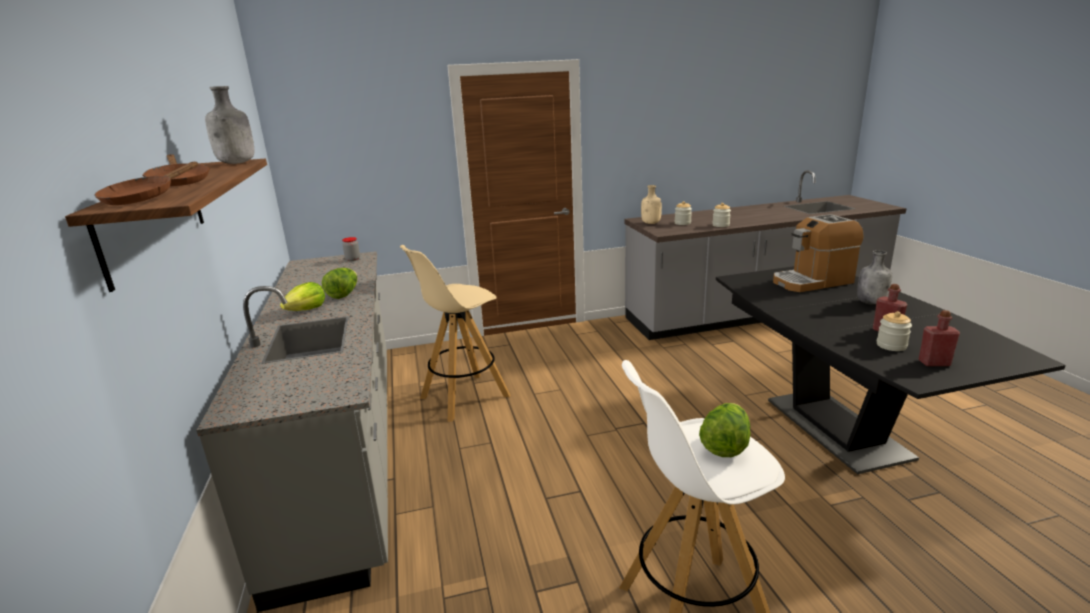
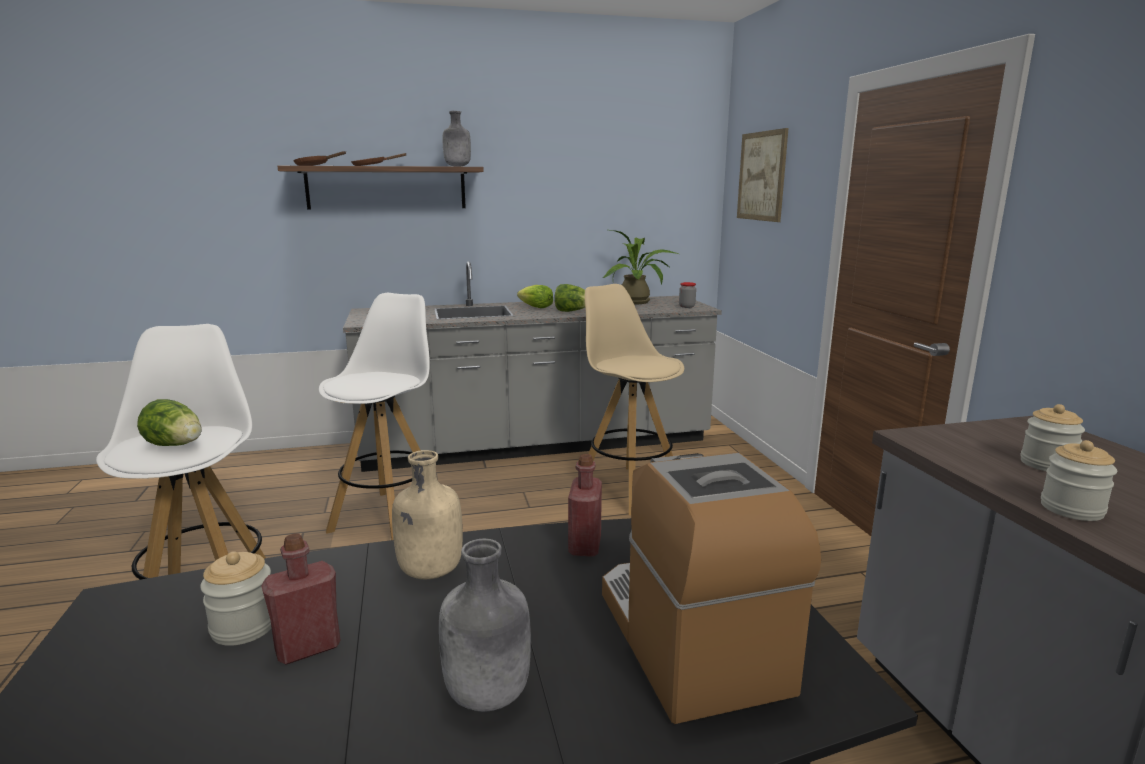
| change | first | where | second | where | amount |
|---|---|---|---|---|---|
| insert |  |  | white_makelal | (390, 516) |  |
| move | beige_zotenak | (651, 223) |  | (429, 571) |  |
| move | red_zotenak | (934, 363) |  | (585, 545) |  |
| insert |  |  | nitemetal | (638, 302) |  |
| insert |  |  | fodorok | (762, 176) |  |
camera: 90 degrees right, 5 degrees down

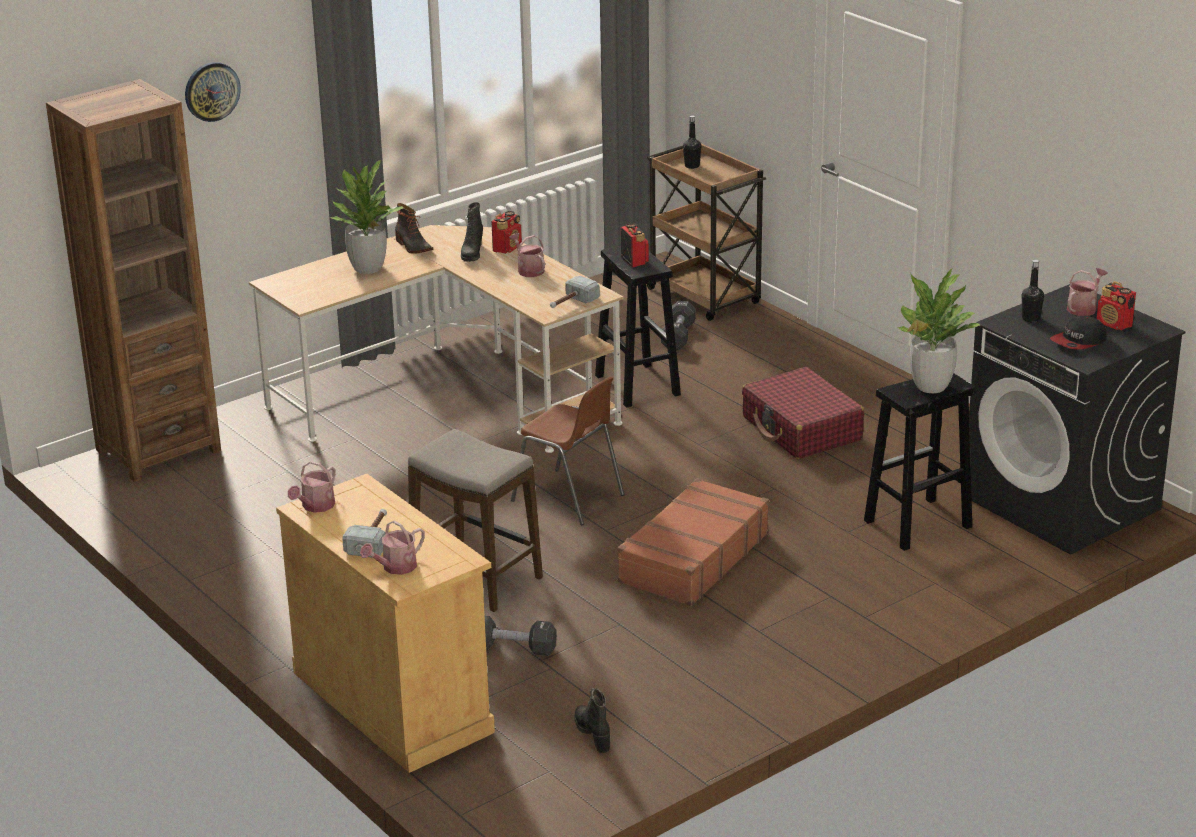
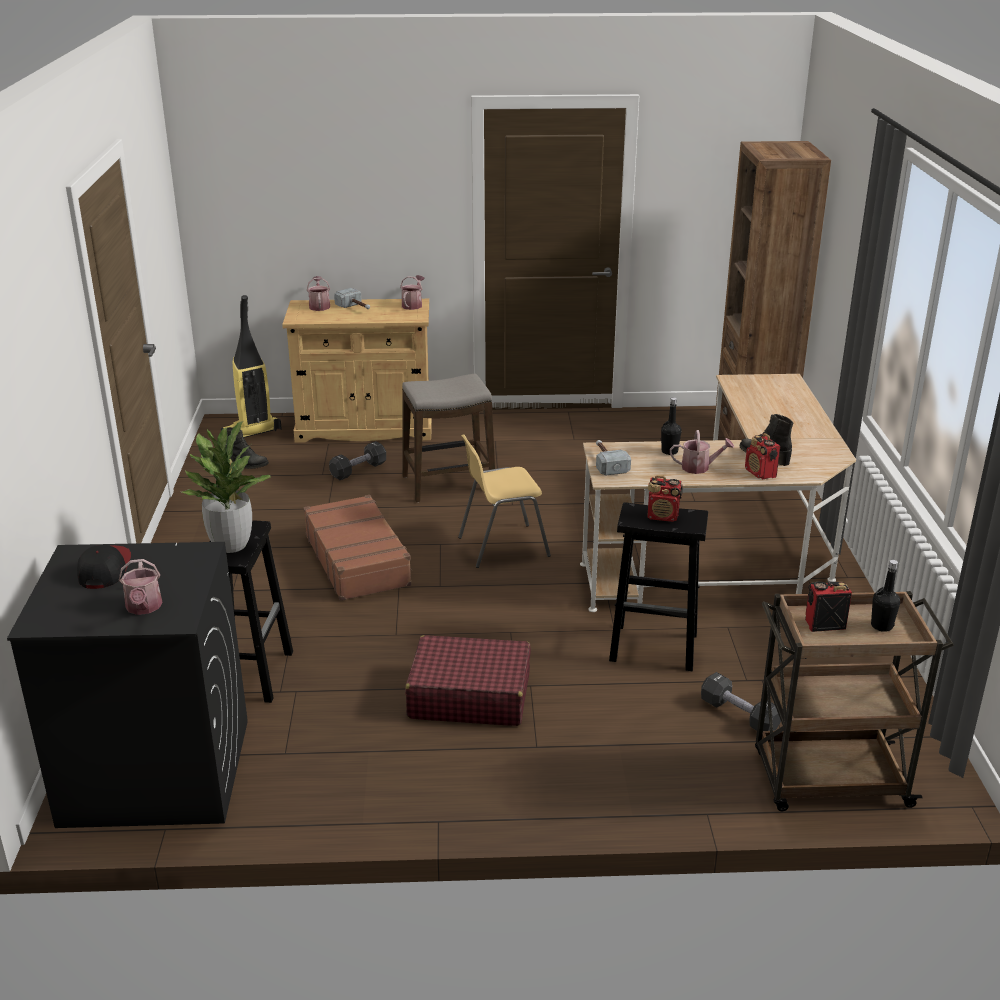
| change | first | where | second | where | amount |
|---|---|---|---|---|---|
| insert |  |  | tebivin | (252, 432) |  |
| rotate | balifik | (315, 506) |  | (413, 305) | 45 degrees clockwise |
| recolor | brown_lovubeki | (569, 498) | yellow_lovubeki | (502, 546) |  |
| move | black_zotenak | (1030, 319) |  | (669, 451) |  |
| move | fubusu | (1114, 324) |  | (823, 624) |  |
| delete | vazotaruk | (211, 91) |  |  |  |
| delete | nitemetal | (368, 268) |  |  |  |
| delete | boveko | (412, 246) |  |  |  |
camera: 125 degrees right, 0 degrees up

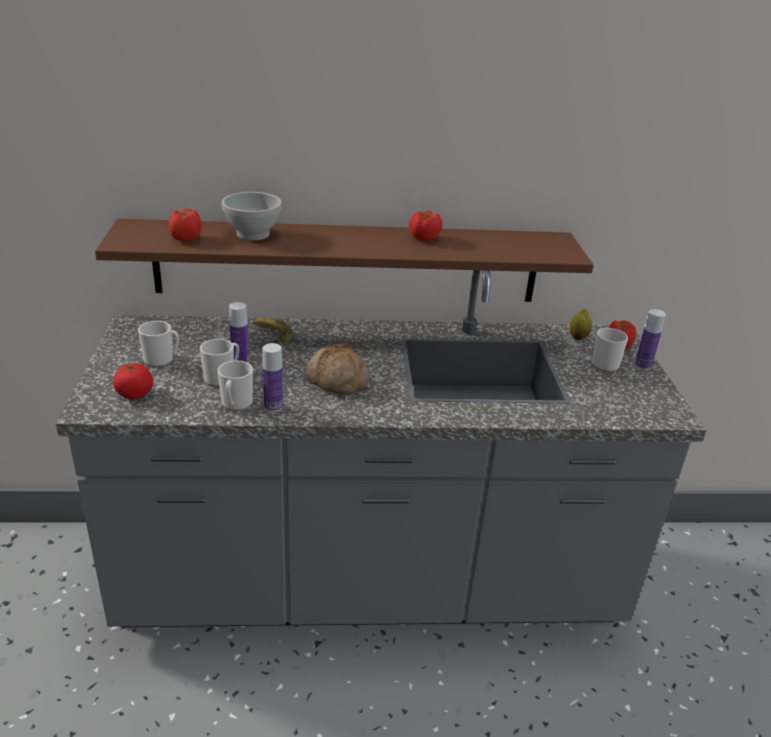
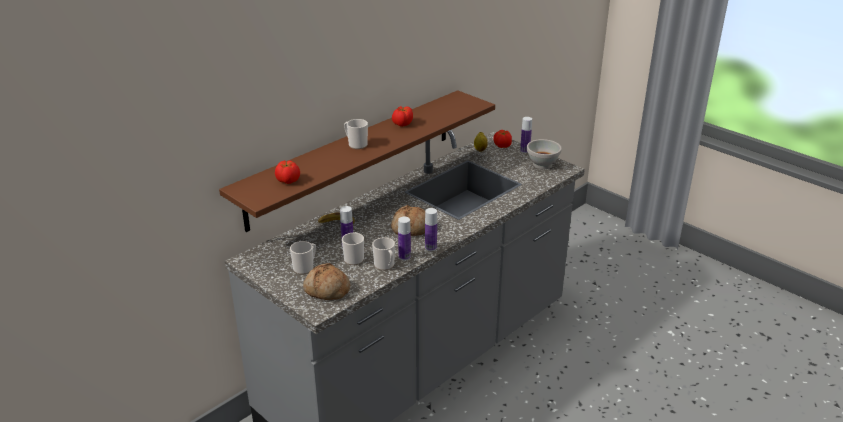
| change | first | where | second | where | amount |
|---|---|---|---|---|---|
| replace | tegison | (135, 394) | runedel | (326, 290) |  |
| move | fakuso | (603, 363) |  | (356, 144) |  |
| insert |  |  | zotenak | (430, 247) |  |
| move | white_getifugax | (254, 234) |  | (543, 164) |  |
camera: 40 degrees left, 0 degrees up

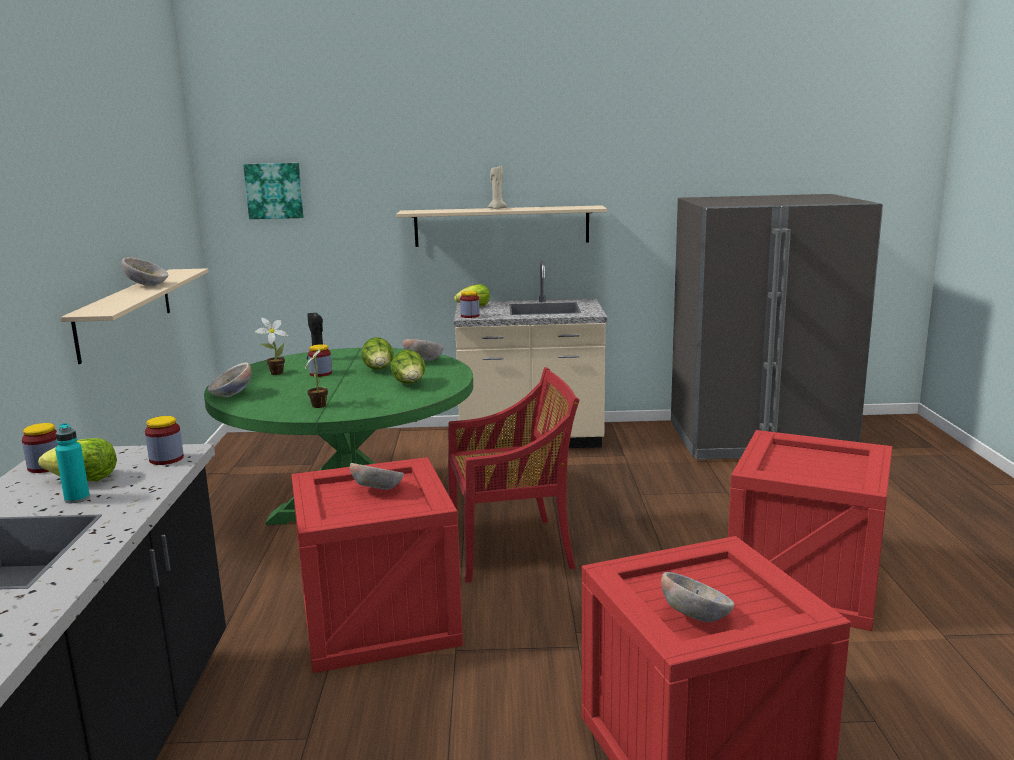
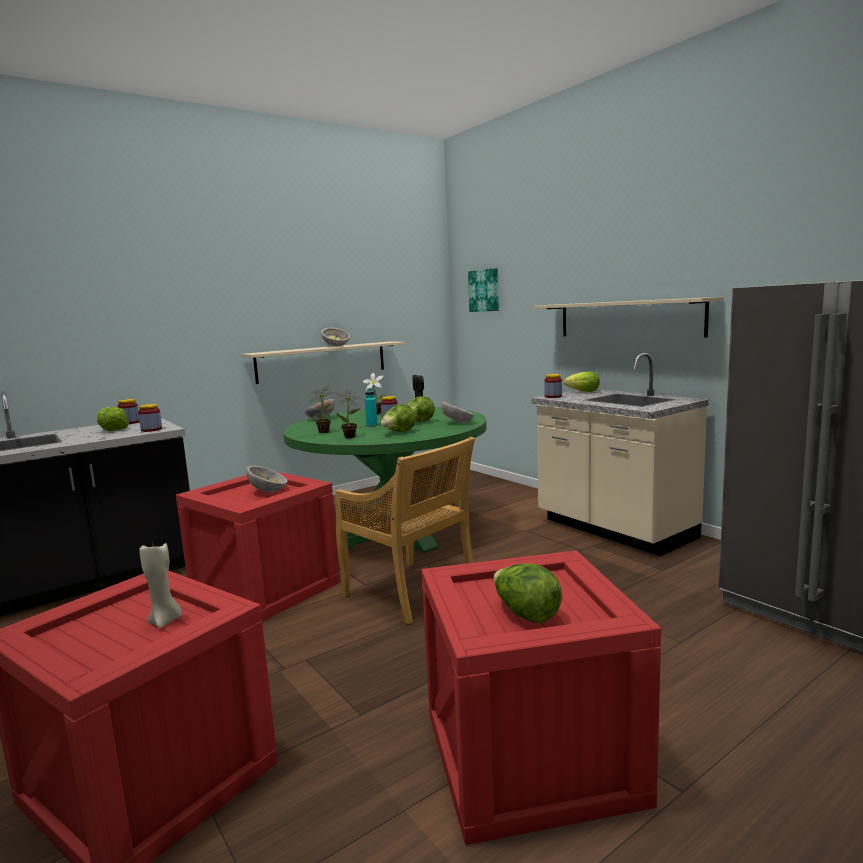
| change | first | where | second | where | amount |
|---|---|---|---|---|---|
| move | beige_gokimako | (497, 208) |  | (165, 621) |  |
| insert |  |  | nitemetal | (351, 437) |  |
| recolor | red_lovubeki | (512, 549) | beige_lovubeki | (411, 591) |  |
| move | turquoise_zotenak | (77, 498) |  | (372, 425) |  |
| insert |  |  | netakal | (525, 614) |  |
| delete | getifugax | (695, 617) |  |  |  |
camera: 55 degrees right, 5 degrees down

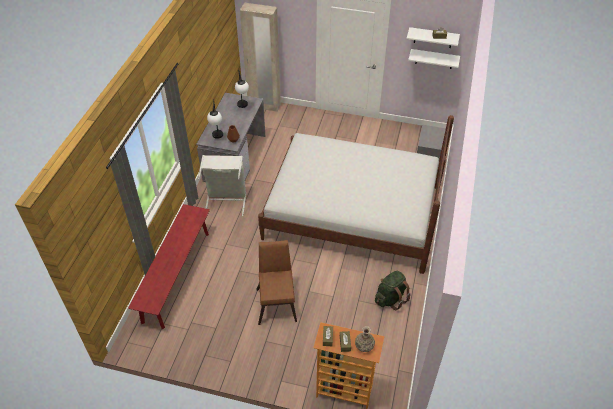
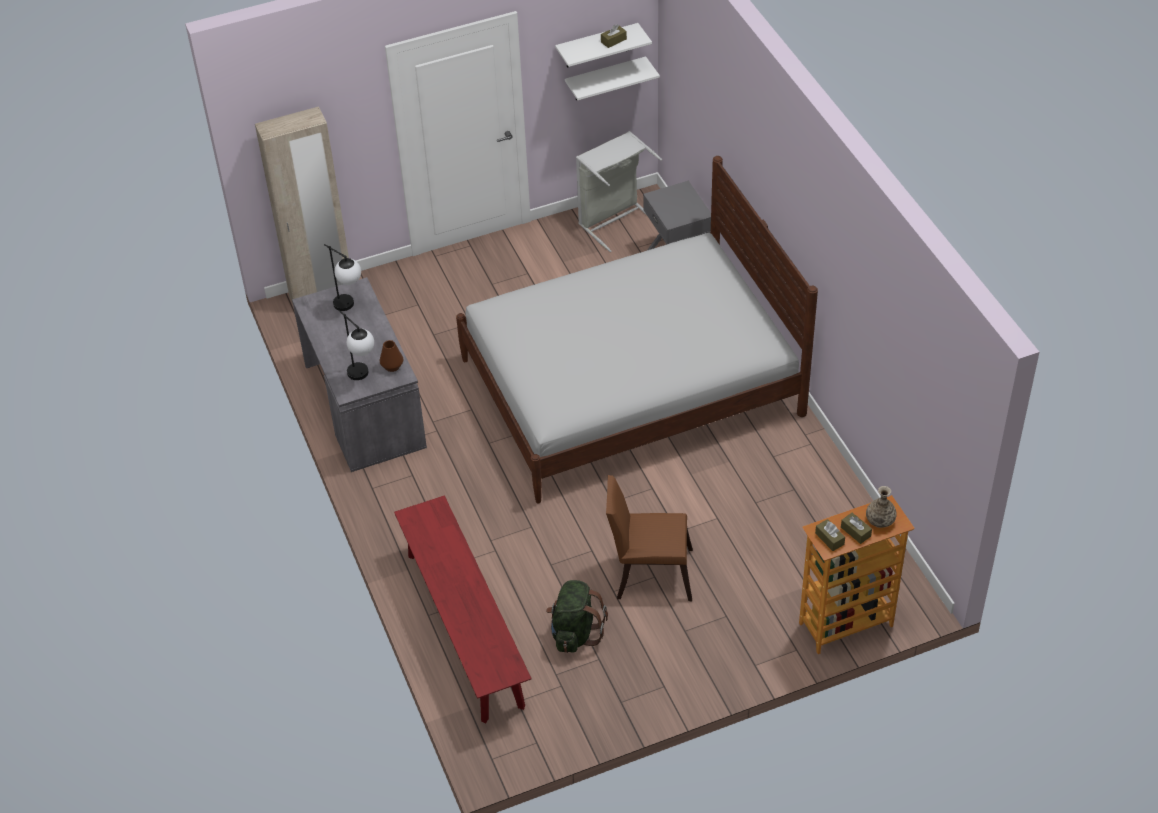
| change | first | where | second | where | amount |
|---|---|---|---|---|---|
| move | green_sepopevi | (390, 298) |  | (575, 632) |  |
| move | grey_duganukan | (226, 200) |  | (615, 221) |  |
| rotate | brown_lovubeki | (277, 302) |  | (648, 572) | 45 degrees counterclockwise |
camera: 35 degrees left, 0 degrees up

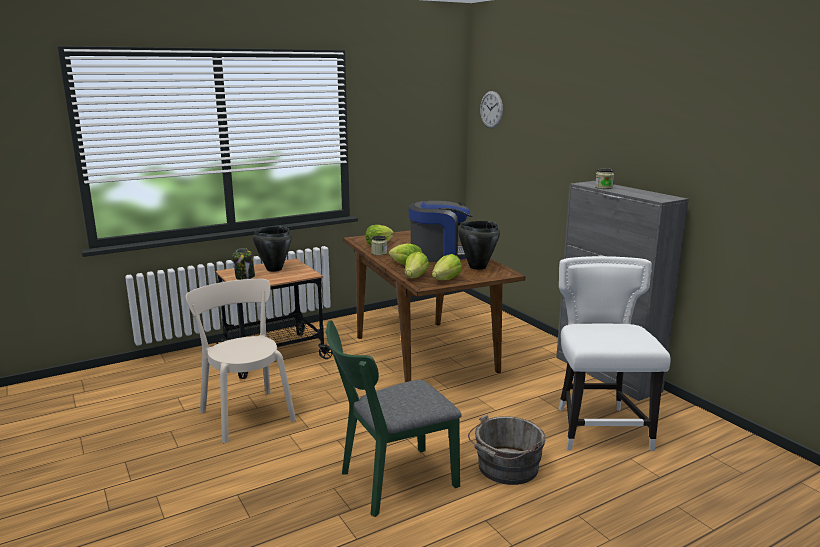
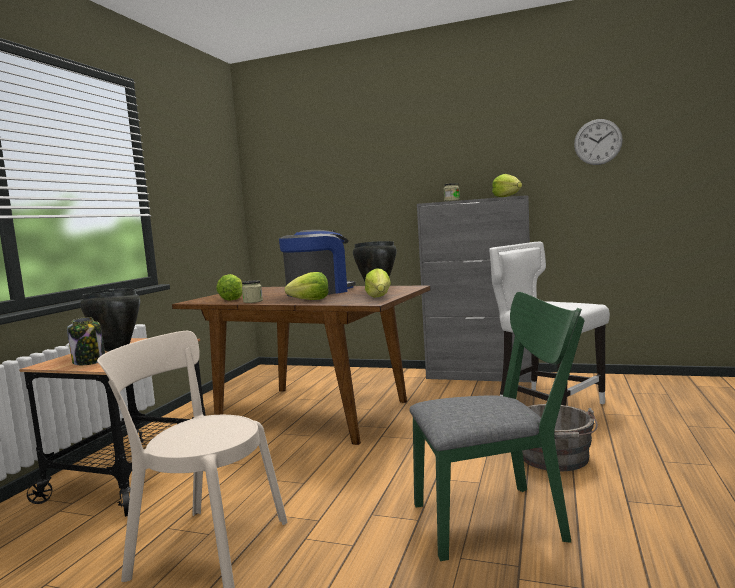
| change | first | where | second | where | amount |
|---|---|---|---|---|---|
| rotate | green_lovubeki | (391, 482) |  | (499, 519) | 120 degrees counterclockwise |
| move | netakal | (415, 277) |  | (507, 196) |  |
| move | vazotaruk | (491, 109) |  | (598, 142) |  |
camera: 40 degrees left, 10 degrees down

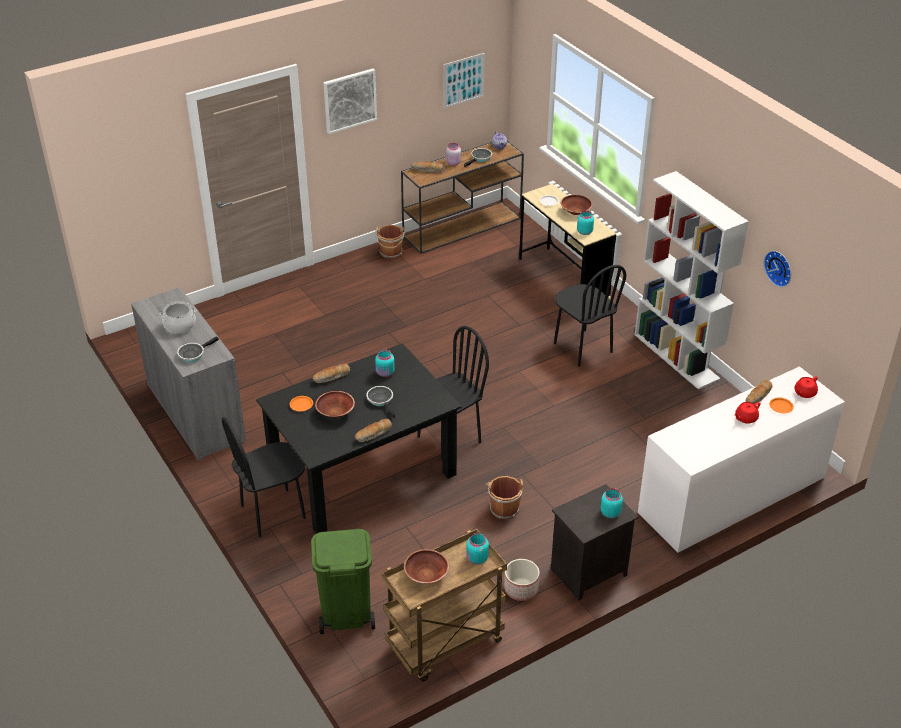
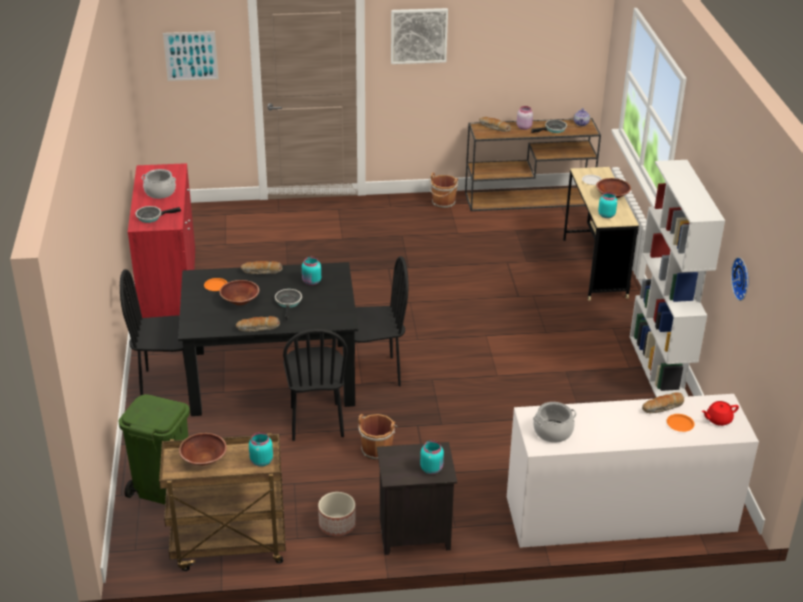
| change | first | where | second | where | amount |
|---|---|---|---|---|---|
| recolor | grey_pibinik | (196, 413) | red_pibinik | (169, 285) |  |
| move | fodorok | (463, 80) |  | (191, 56) |  |
| move | black_lovubeki | (582, 348) |  | (316, 422) |  |
| insert |  |  | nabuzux | (553, 432) |  |
| delete | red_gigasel | (745, 418) |  |  |  |
camera: 25 degrees right, 5 degrees down

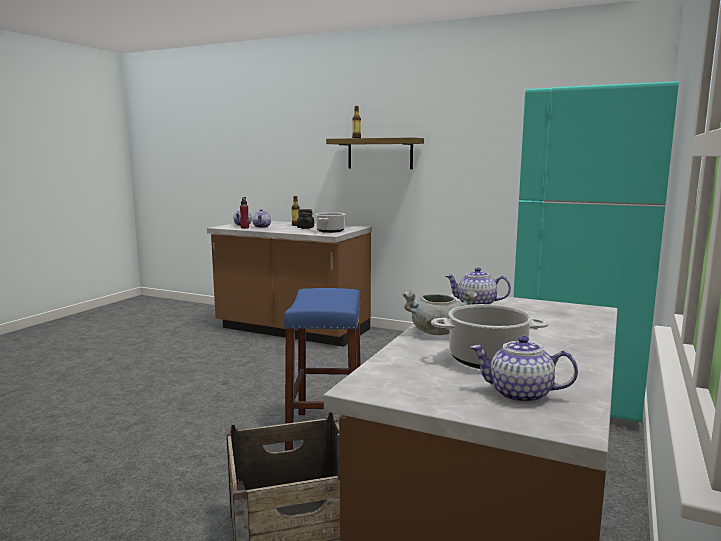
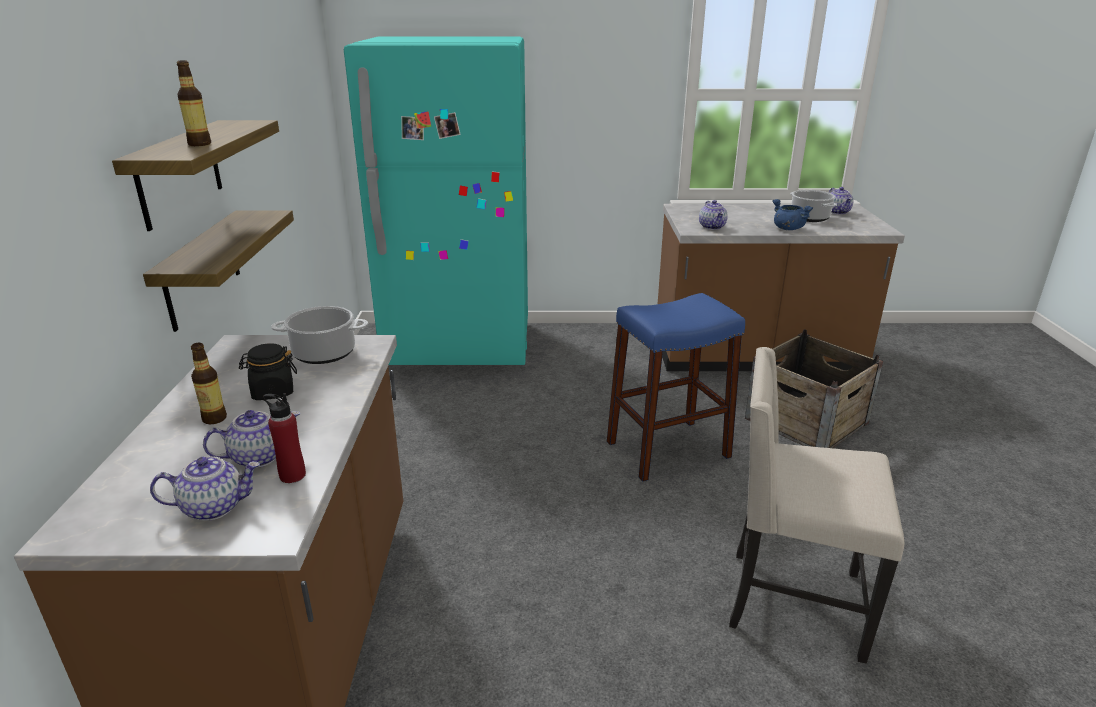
| change | first | where | second | where | amount |
|---|---|---|---|---|---|
| insert |  |  | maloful | (201, 269) |  |
| insert |  |  | beige_lovubeki | (791, 601) |  |
| recolor | grey_nabuzux | (437, 332) | blue_nabuzux | (787, 228) |  |
camera: 115 degrees left, 15 degrees up

